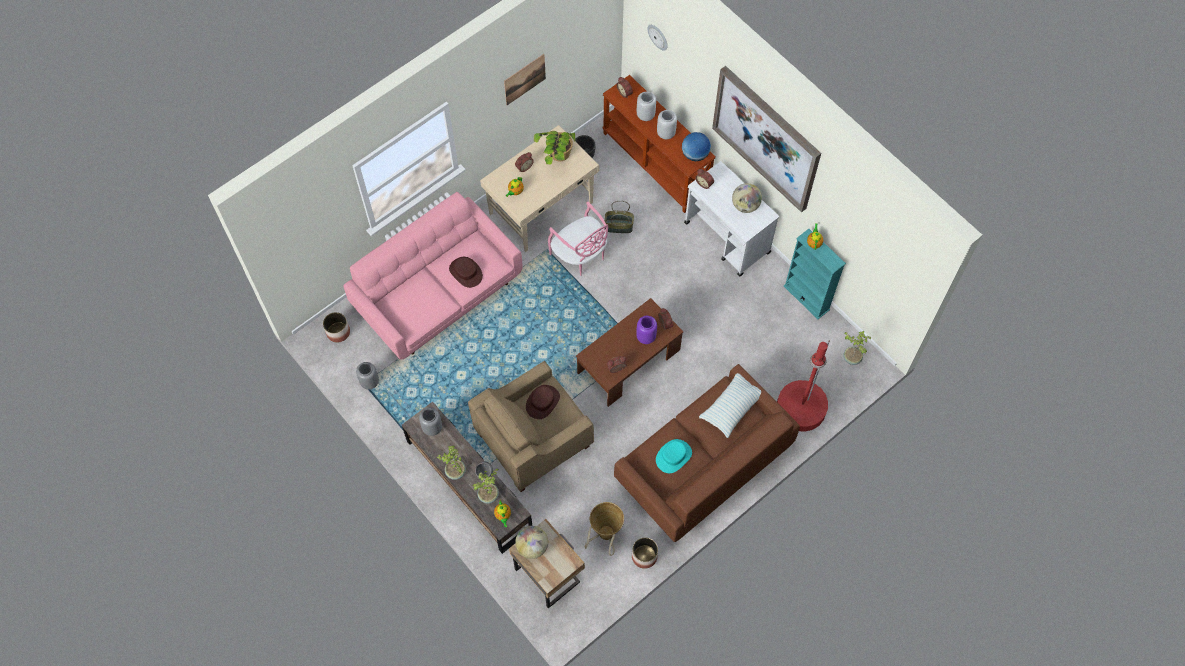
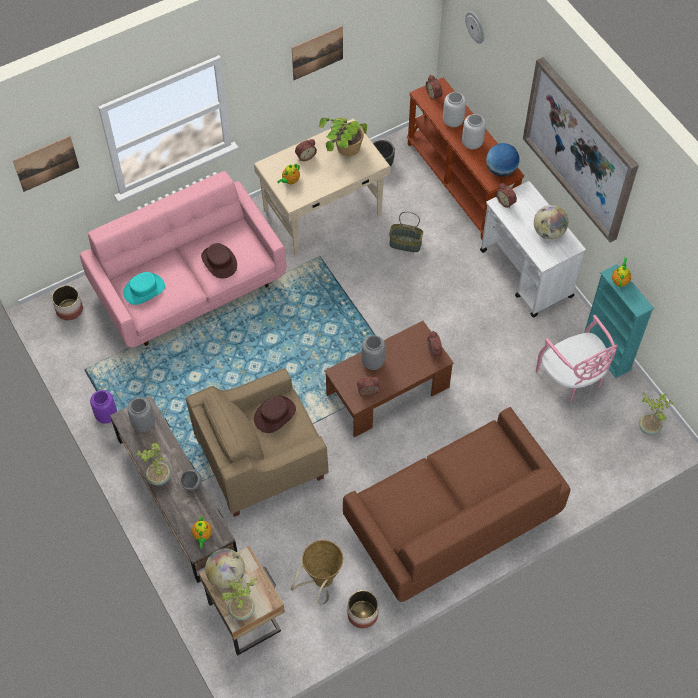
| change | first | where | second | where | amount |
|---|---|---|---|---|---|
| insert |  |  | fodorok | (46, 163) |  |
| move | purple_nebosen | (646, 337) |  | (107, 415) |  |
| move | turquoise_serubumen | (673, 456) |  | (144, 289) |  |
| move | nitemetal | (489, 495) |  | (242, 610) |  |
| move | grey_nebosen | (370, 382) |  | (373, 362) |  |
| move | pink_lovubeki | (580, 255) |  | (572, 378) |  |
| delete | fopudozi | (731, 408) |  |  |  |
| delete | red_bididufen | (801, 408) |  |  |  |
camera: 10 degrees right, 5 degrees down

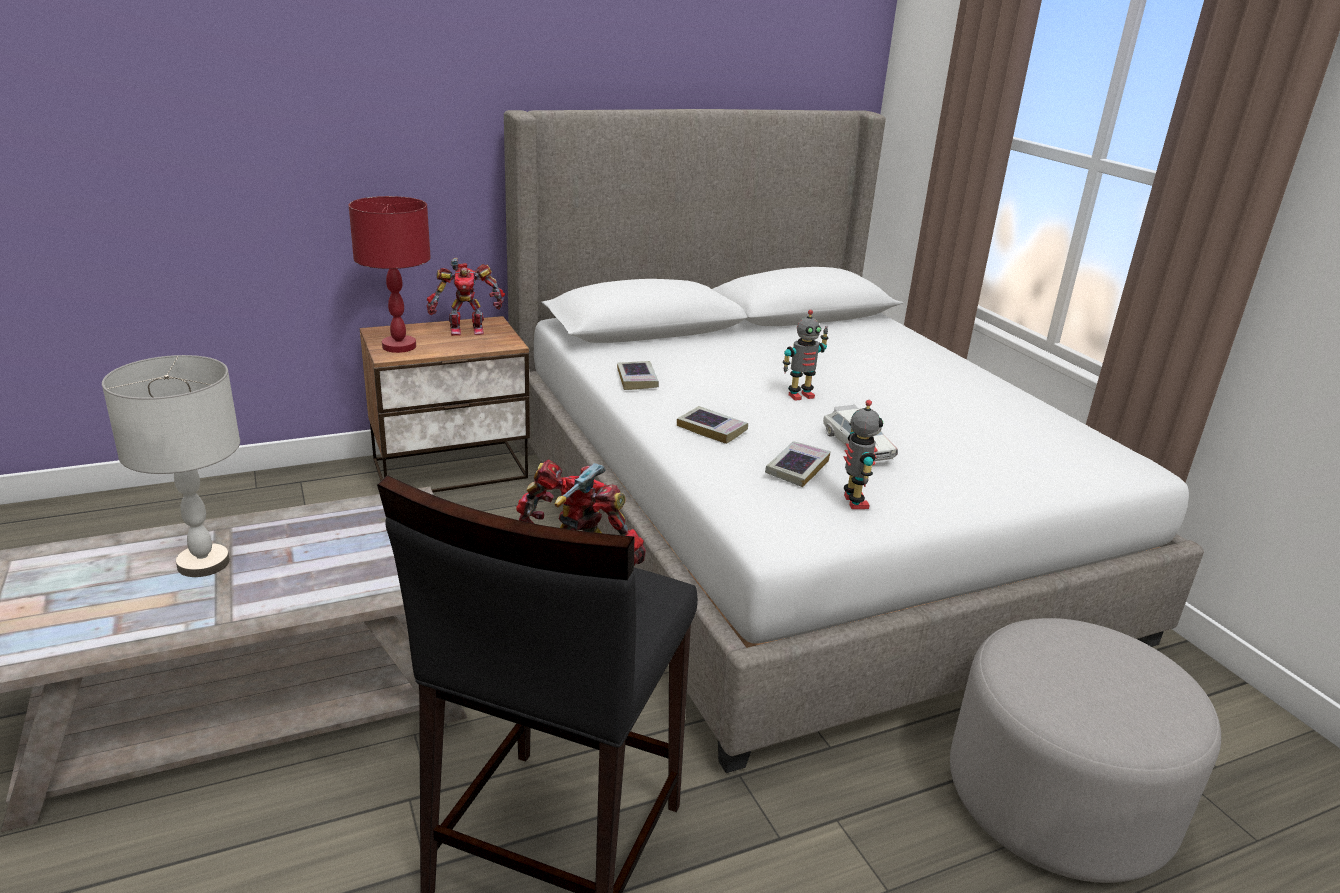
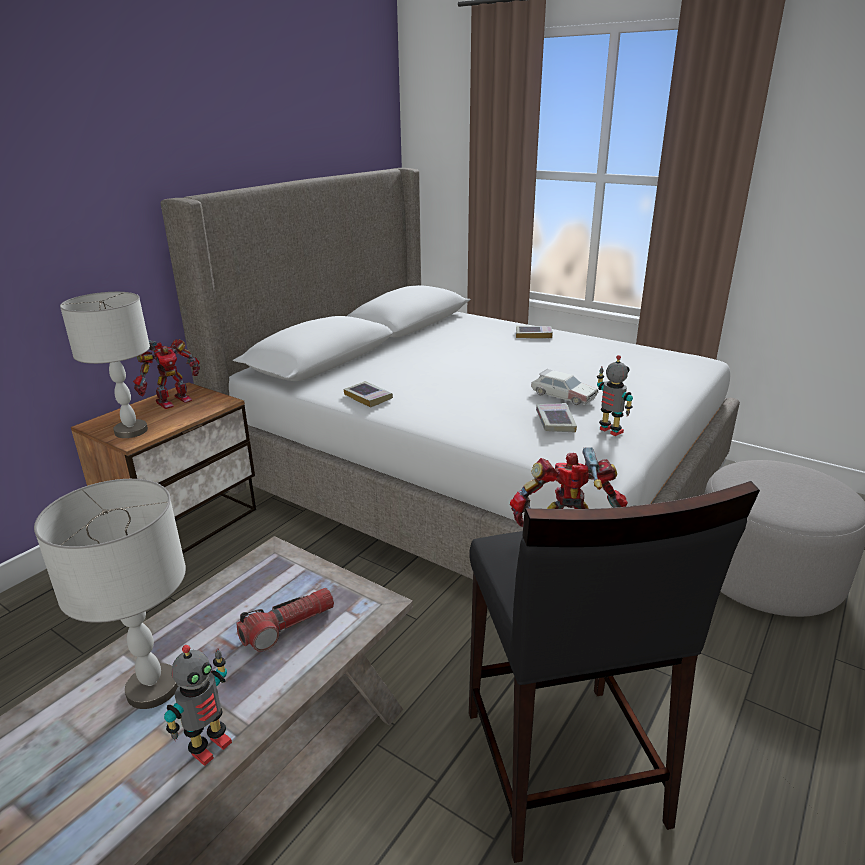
| change | first | where | second | where | amount |
|---|---|---|---|---|---|
| recolor | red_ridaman | (399, 347) | grey_ridaman | (131, 431) |  |
| move | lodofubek | (800, 395) |  | (209, 746) |  |
| insert |  |  | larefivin | (288, 627) |  |
| move | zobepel | (712, 429) |  | (533, 335) |  |
camera: 30 degrees left, 0 degrees up

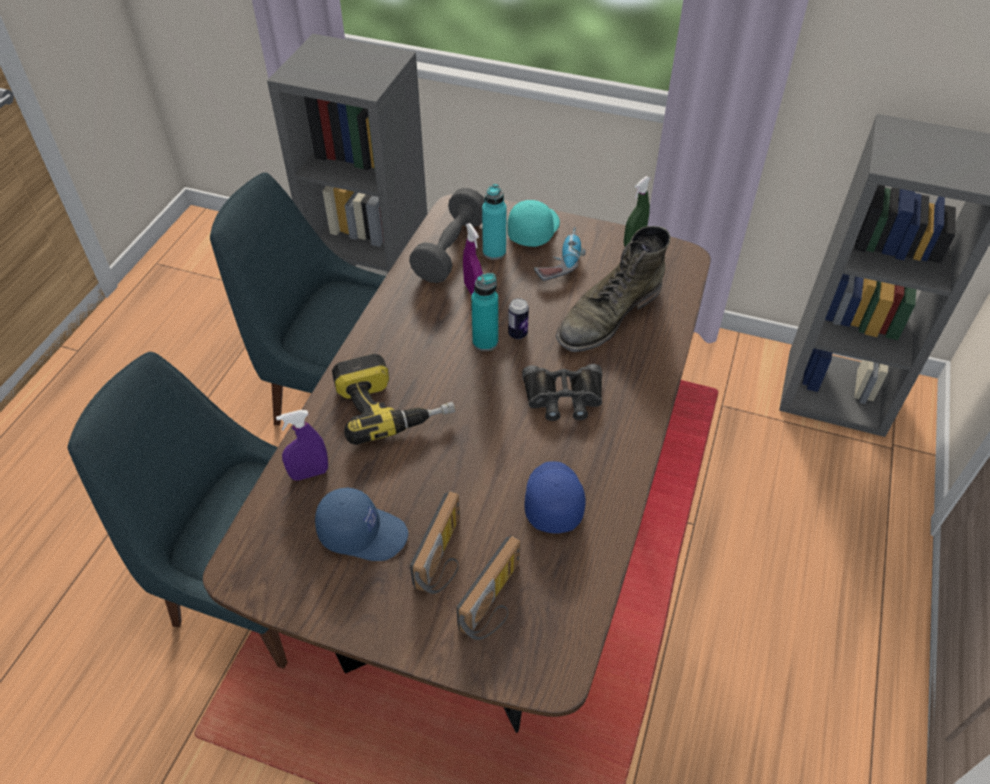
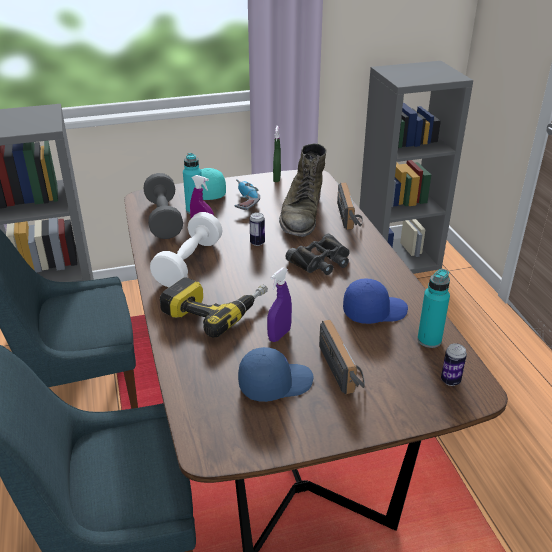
| change | first | where | second | where | amount |
|---|---|---|---|---|---|
| insert |  |  | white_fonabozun | (189, 263) |  |
| move | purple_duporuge | (309, 473) |  | (279, 335) |  |
| move | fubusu | (496, 602) |  | (350, 217) |  |
| rotate | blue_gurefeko | (552, 500) |  | (374, 311) | 105 degrees clockwise |
| move | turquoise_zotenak | (485, 342) |  | (429, 340) |  |
| insert |  |  | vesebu | (450, 380) |  |
camera: 35 degrees left, 15 degrees down

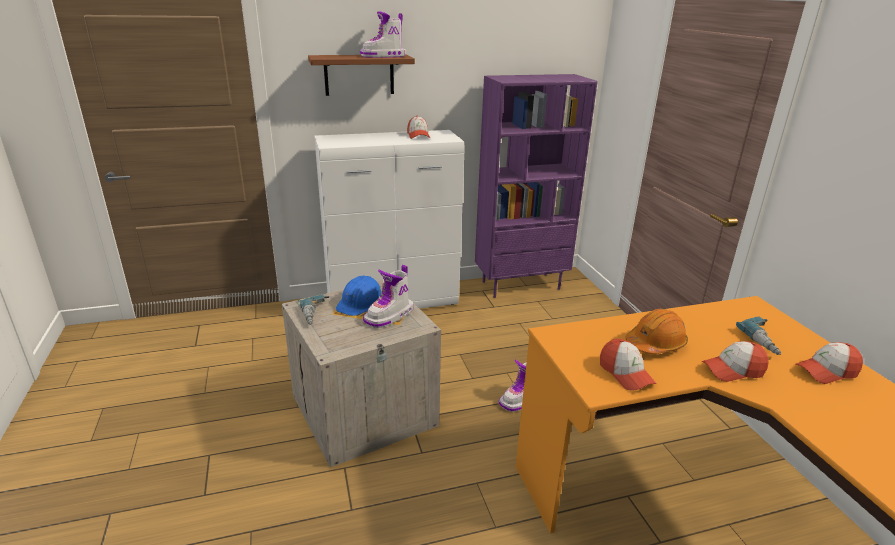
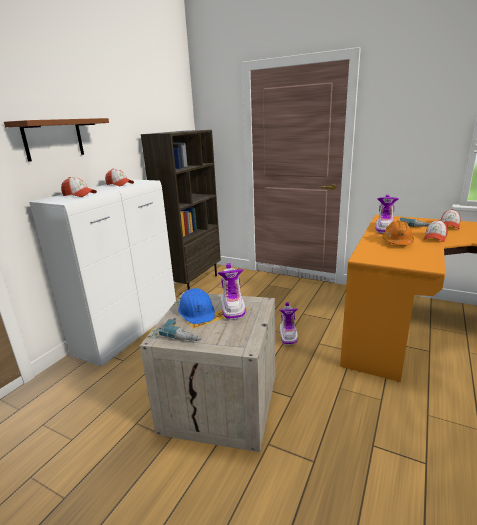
| change | first | where | second | where | amount |
|---|---|---|---|---|---|
| move | gurefeko | (625, 373) |  | (79, 195) |  |
| recolor | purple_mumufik | (521, 285) | brown_mumufik | (193, 283) |  |
| move | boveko | (383, 56) |  | (384, 228) |  |
camera: 45 degrees left, 5 degrees down

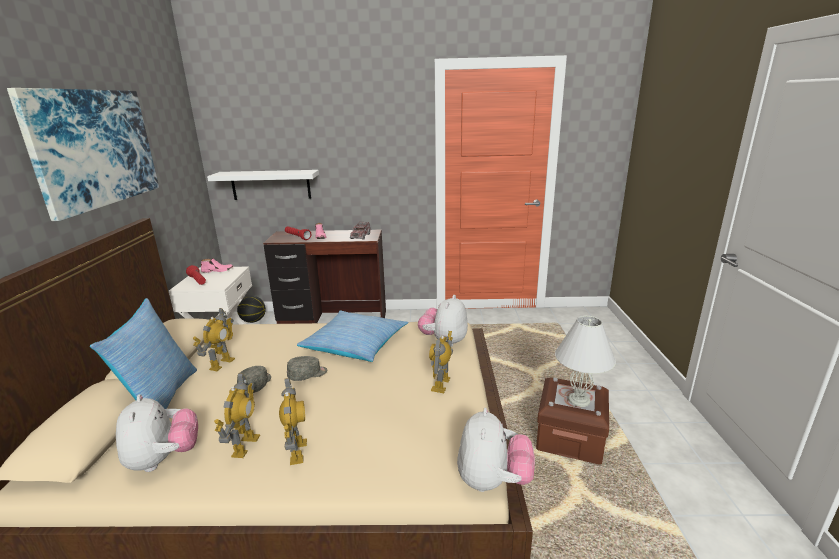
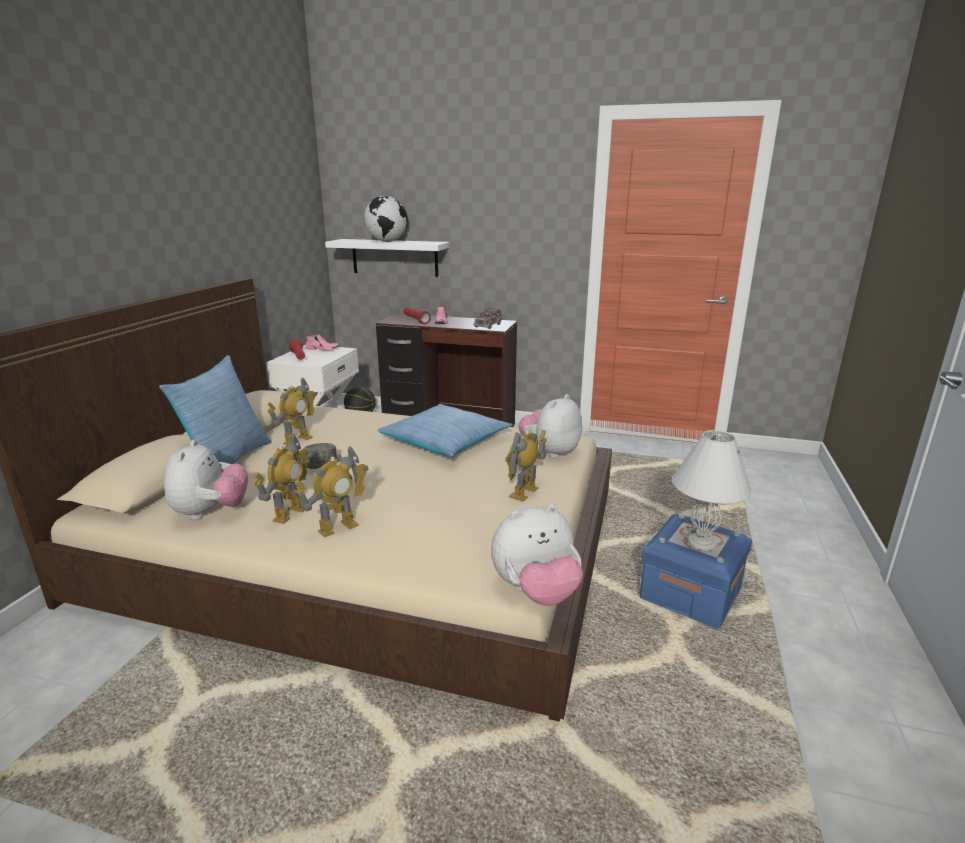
| change | first | where | second | where | amount |
|---|---|---|---|---|---|
| rotate | lodofubek | (297, 452) |  | (338, 528) | 45 degrees clockwise |
| insert |  |  | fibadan | (387, 241) |  |
| rotate | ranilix | (492, 481) |  | (536, 592) | 45 degrees clockwise |
| recolor | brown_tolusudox | (570, 437) | blue_tolusudox | (690, 593) |  |
| delete | fodorok | (95, 148) |  |  |  |
| delete | grey_gurefeko | (308, 374) |  |  |  |
camera: 15 degrees right, 0 degrees up

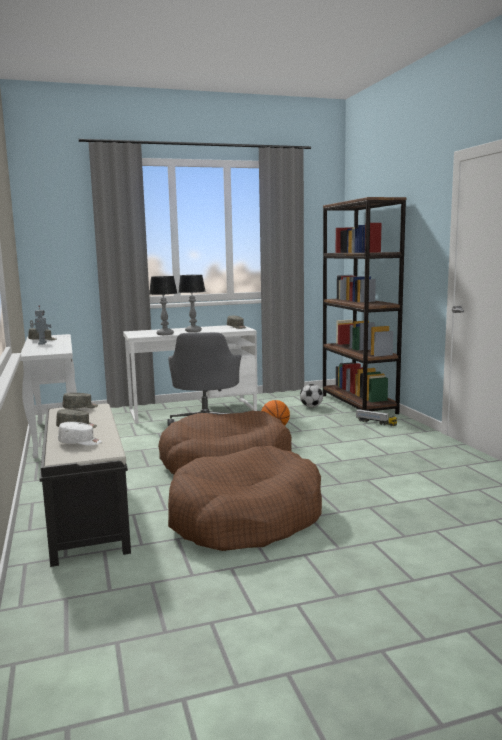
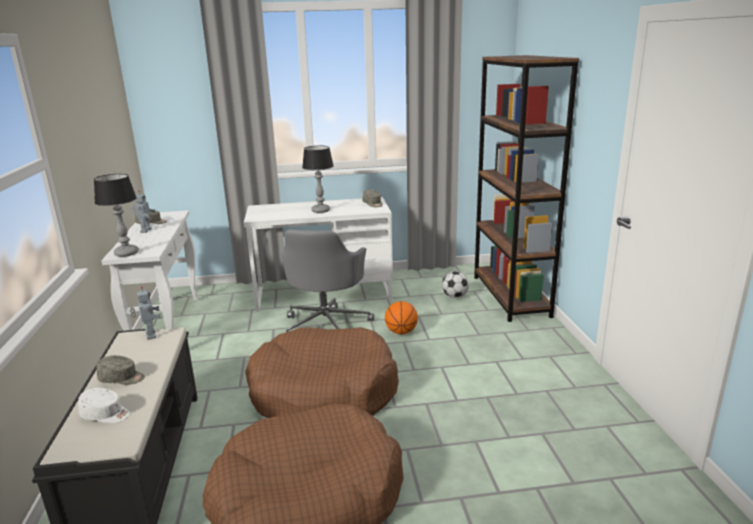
| change | first | where | second | where | amount |
|---|---|---|---|---|---|
| move | ridaman | (165, 334) |  | (126, 253) |  |
| replace | grey_gurefeko | (80, 408) | lodofubek | (150, 335) |  |
| delete | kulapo | (376, 422) |  |  |  |
camera: 10 degrees right, 10 degrees up

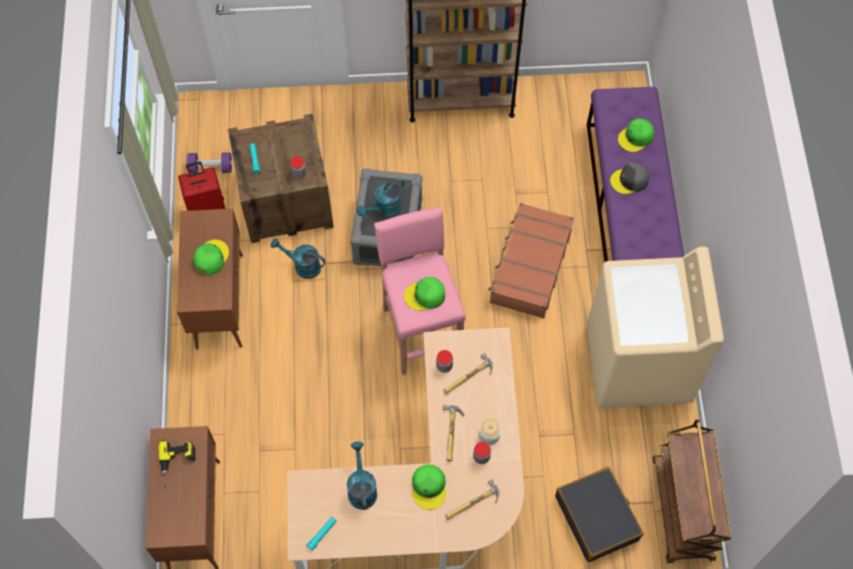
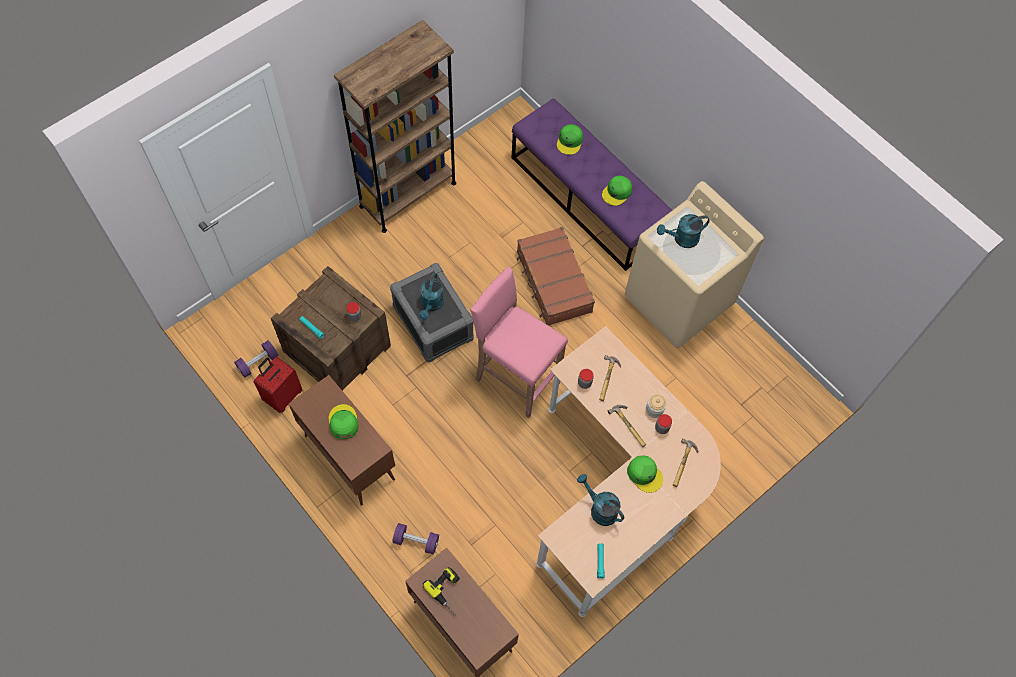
| change | first | where | second | where | amount |
|---|---|---|---|---|---|
| insert |  |  | purple_fonabozun | (416, 541) |  |
| move | green_gurefeko | (425, 295) |  | (617, 192) |  |
| move | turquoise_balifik | (302, 266) |  | (681, 239) |  |
| delete | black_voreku | (597, 518) |  |  |  |
| delete | grey_gurefeko | (629, 180) |  |  |  |
| delete | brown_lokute | (682, 510) |  |  |  |
camera: 40 degrees left, 0 degrees up

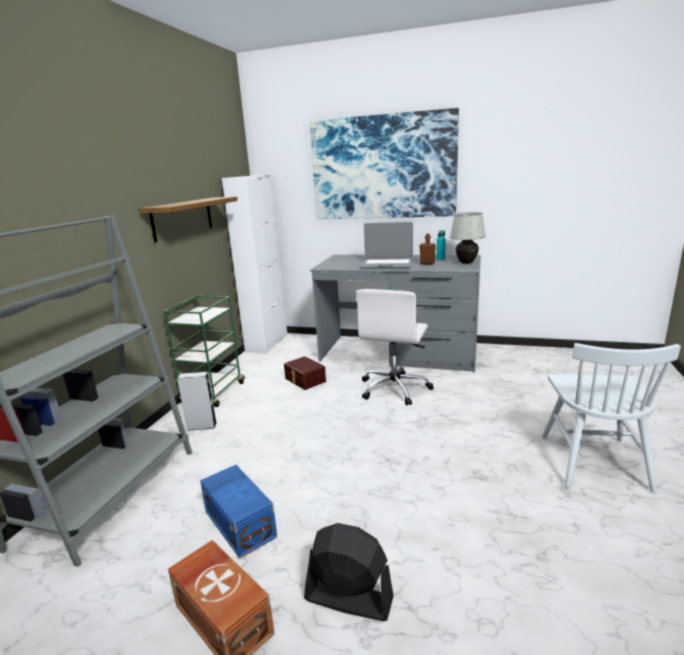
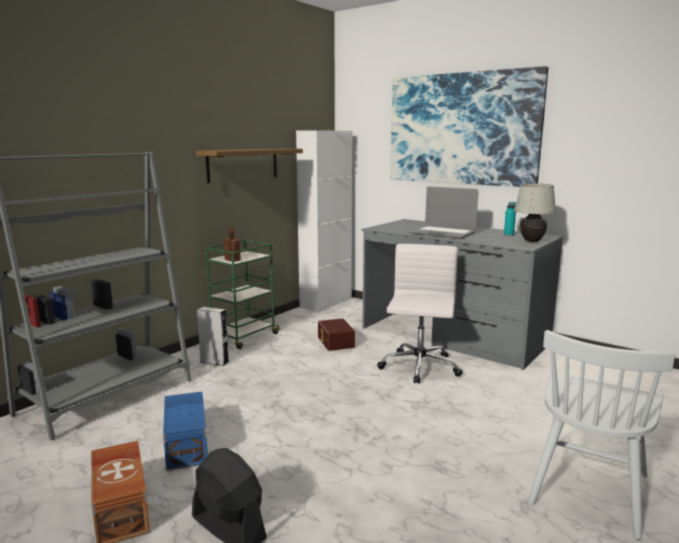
| change | first | where | second | where | amount |
|---|---|---|---|---|---|
| move | brown_zotenak | (427, 263) |  | (232, 260) |  |
| rotate | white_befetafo | (395, 388) |  | (419, 368) | 150 degrees clockwise |
camera: 20 degrees right, 5 degrees down

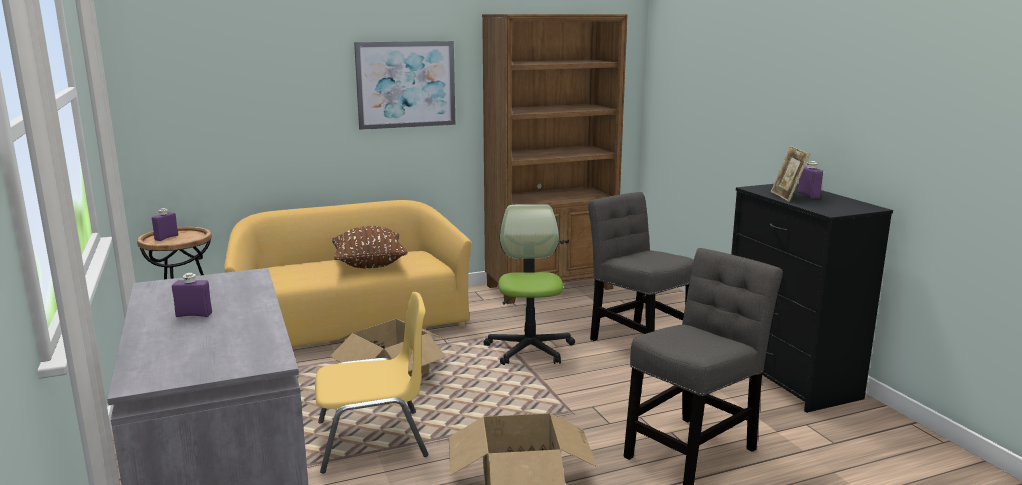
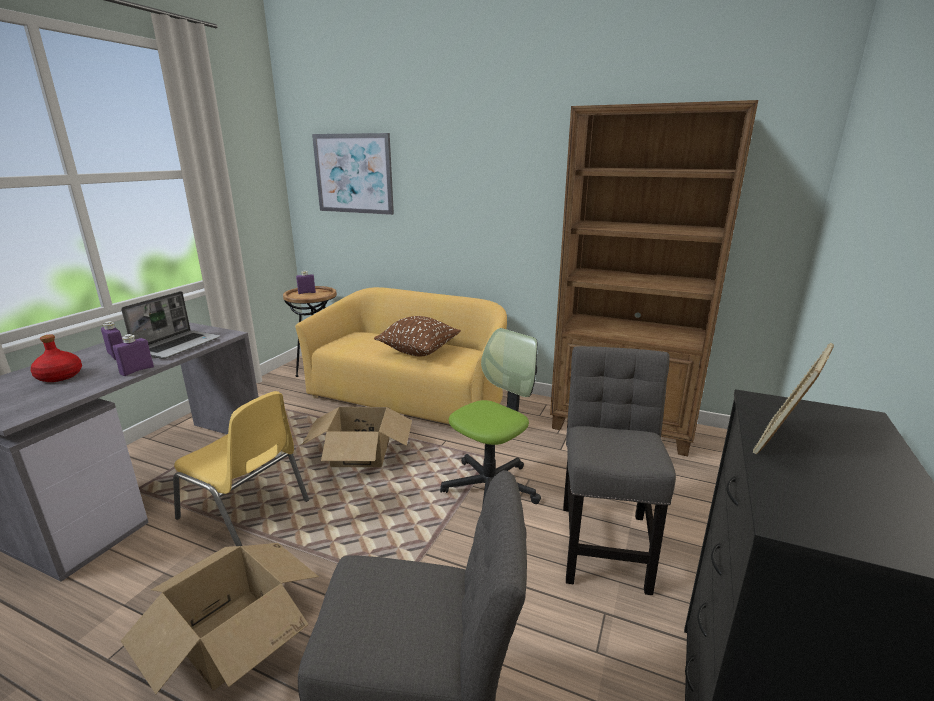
| change | first | where | second | where | amount |
|---|---|---|---|---|---|
| insert |  |  | red_zotenak | (59, 376) |  |
| move | purple_zotenak | (808, 195) |  | (137, 370) |  |
| insert |  |  | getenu | (178, 345) |  |
| move | fodorok | (406, 84) |  | (353, 174) |  |
camera: 45 degrees right, 5 degrees up

